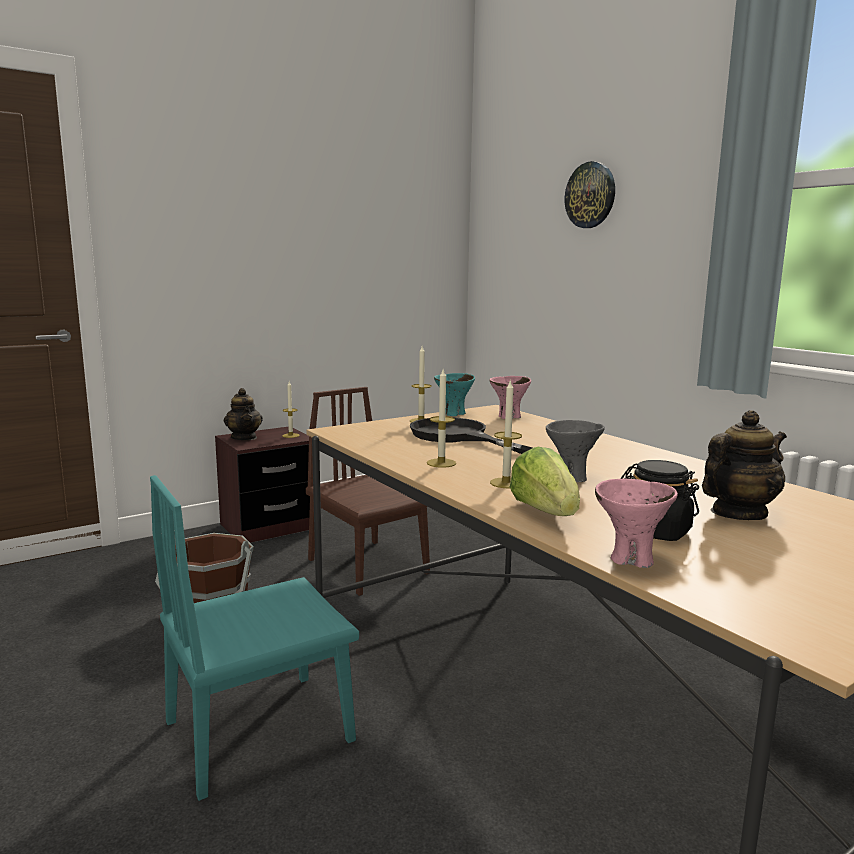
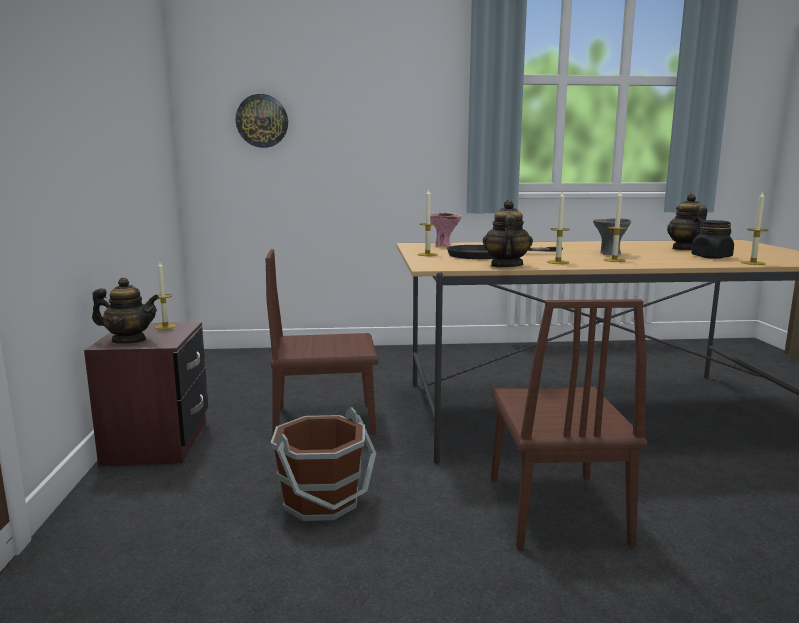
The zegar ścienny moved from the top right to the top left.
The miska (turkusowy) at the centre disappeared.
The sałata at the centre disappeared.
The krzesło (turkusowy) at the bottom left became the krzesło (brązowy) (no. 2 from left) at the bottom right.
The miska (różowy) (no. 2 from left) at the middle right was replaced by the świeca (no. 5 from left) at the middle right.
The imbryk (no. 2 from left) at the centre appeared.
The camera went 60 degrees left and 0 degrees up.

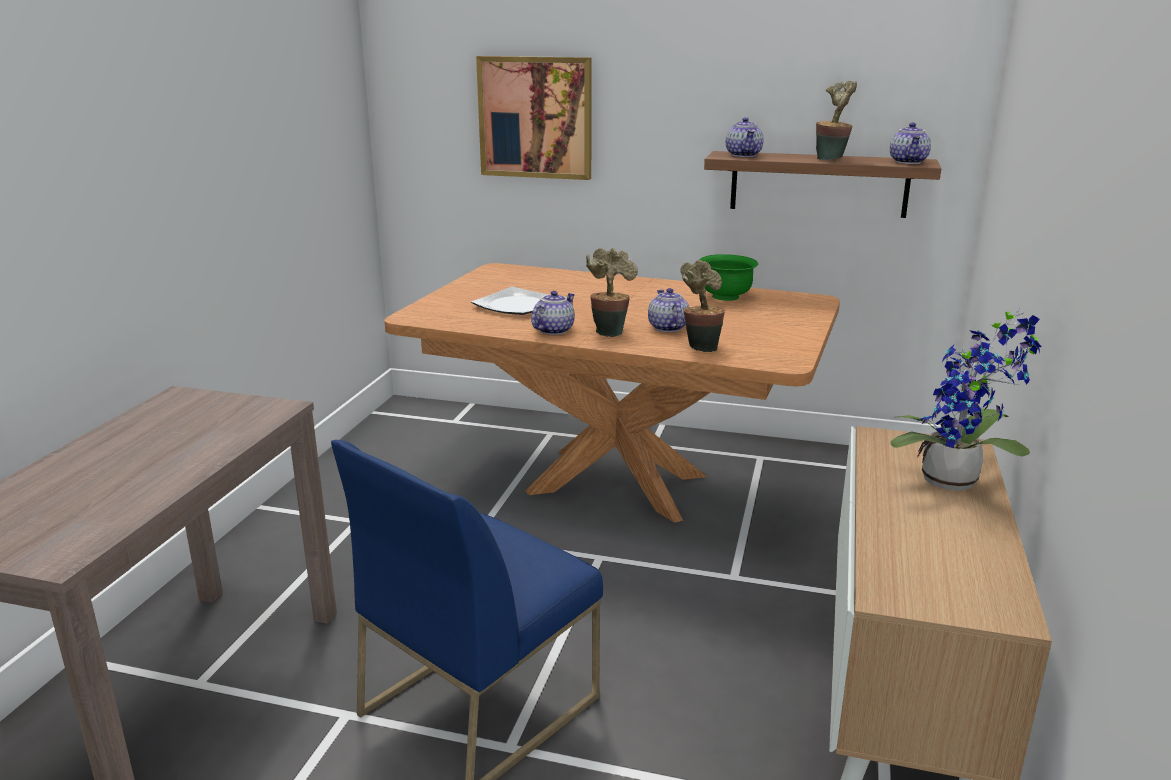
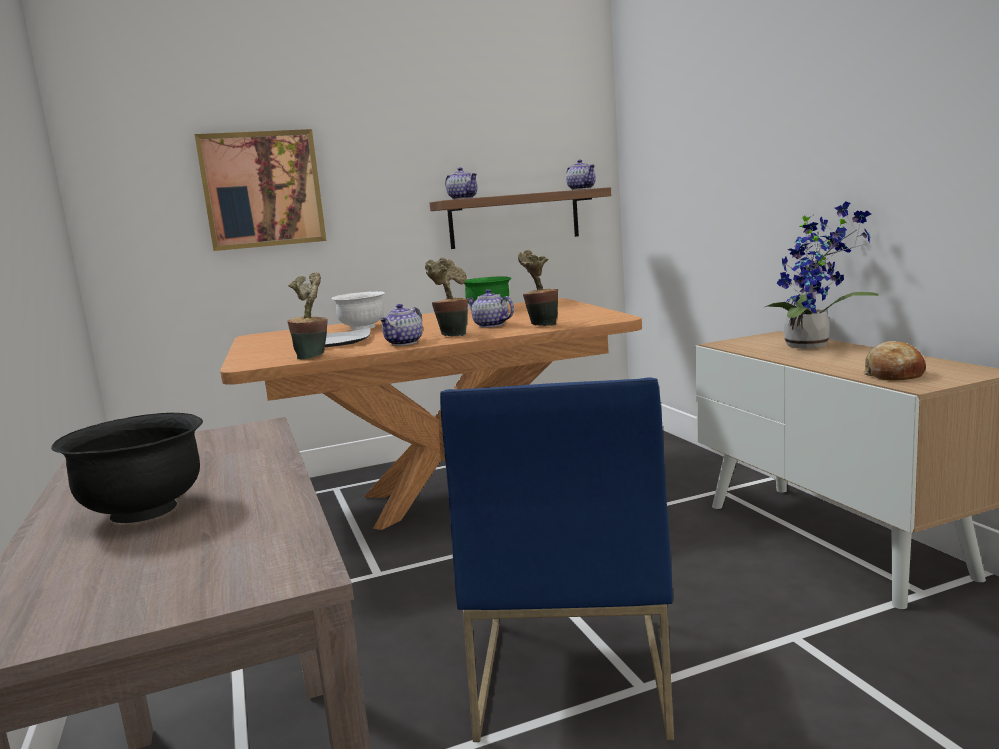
The roślina doniczkowa (no. 3 from left in the first image) moved from the top right to the middle left.
The imbryk (no. 1 from left) at the centre turned 150 degrees counterclockwise.
The miska (biały) at the centre appeared.
The chleb at the middle right appeared.
The miska (czarny) at the middle left appeared.
The camera went 35 degrees left and 10 degrees down.

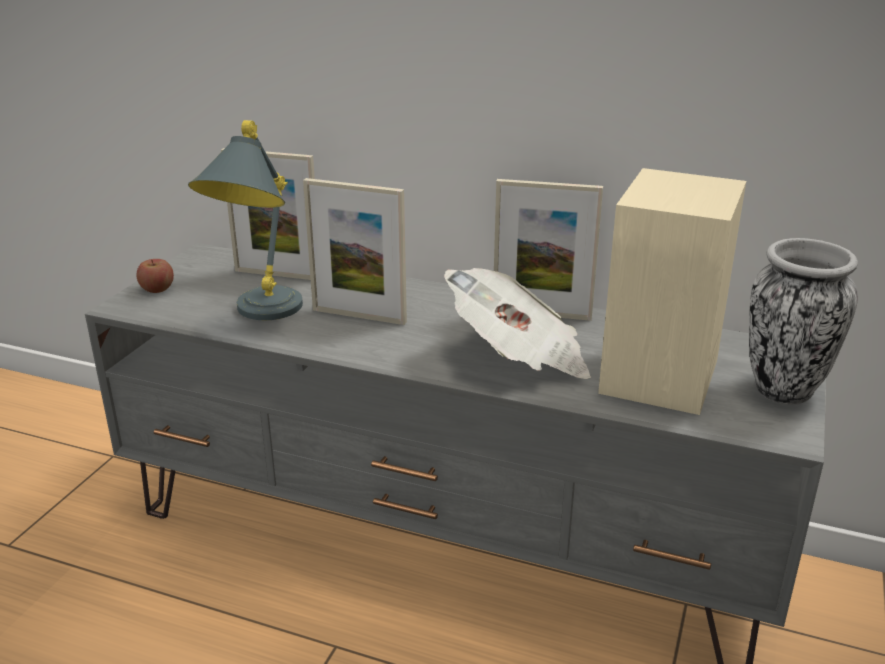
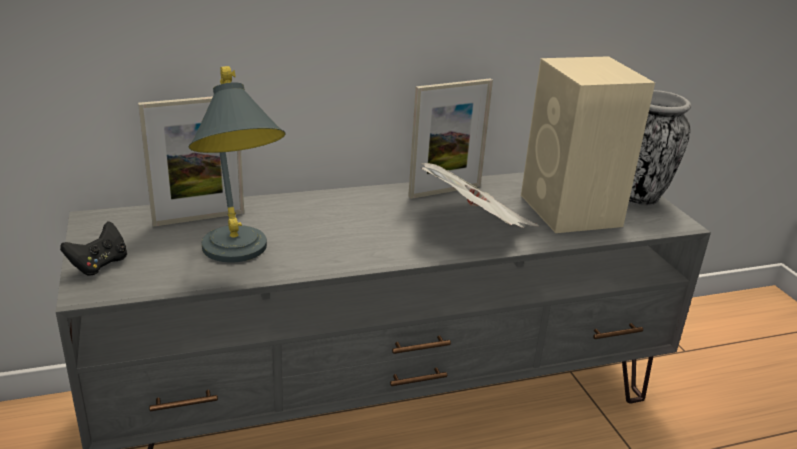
The ramka na zdjęcie (no. 2 from left) at the centre disappeared.
The jabłko at the middle left was replaced by the pad do gier (czarny) at the middle left.
The camera went 40 degrees left and 0 degrees up.

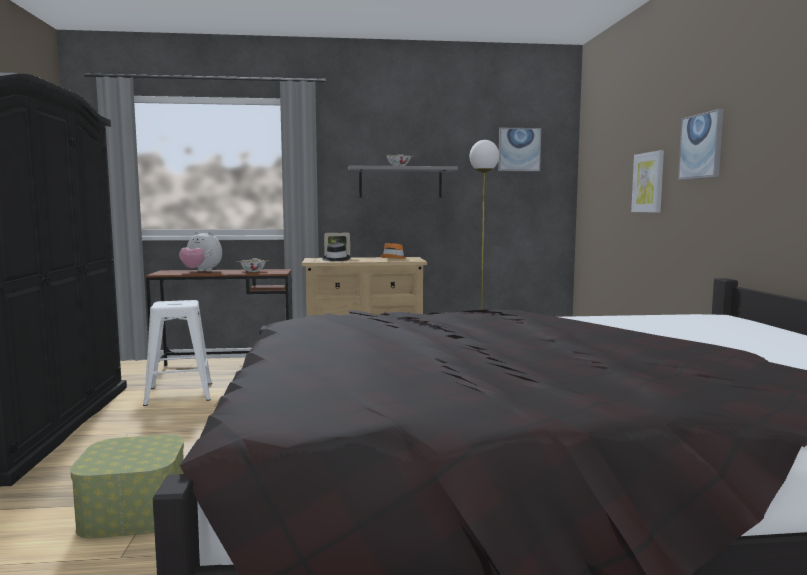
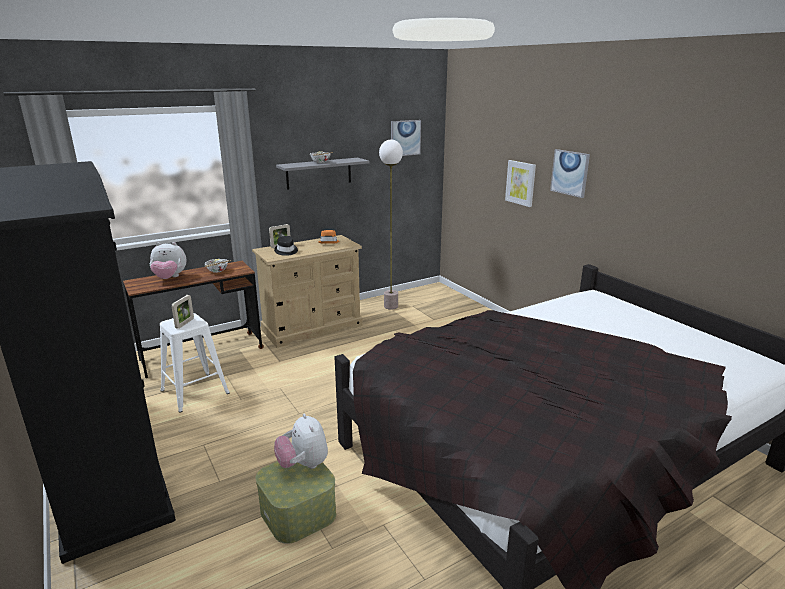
The ramka na zdjęcie (no. 1 from left) at the middle left appeared.
The pluszak (no. 2 from left) at the bottom centre appeared.
The camera went 25 degrees left and 15 degrees up.

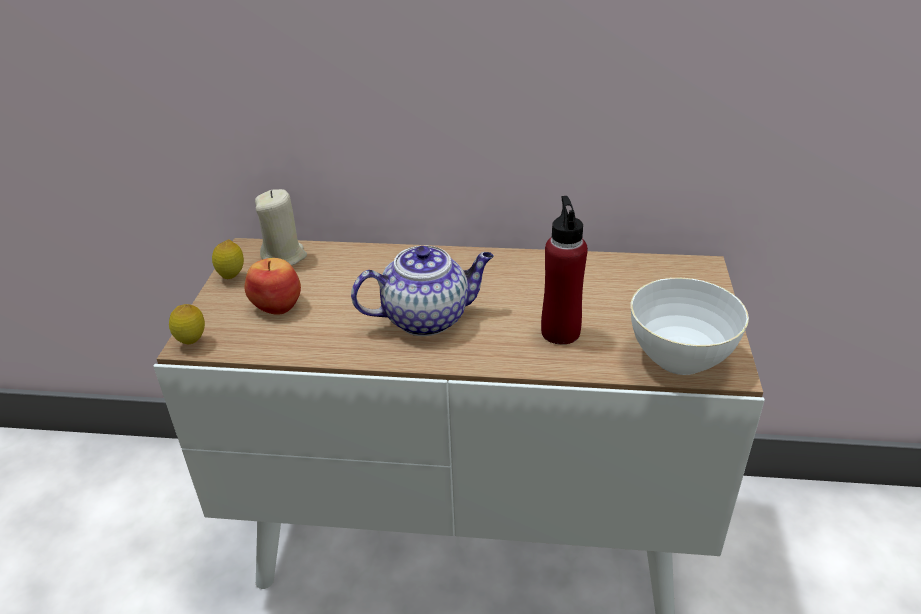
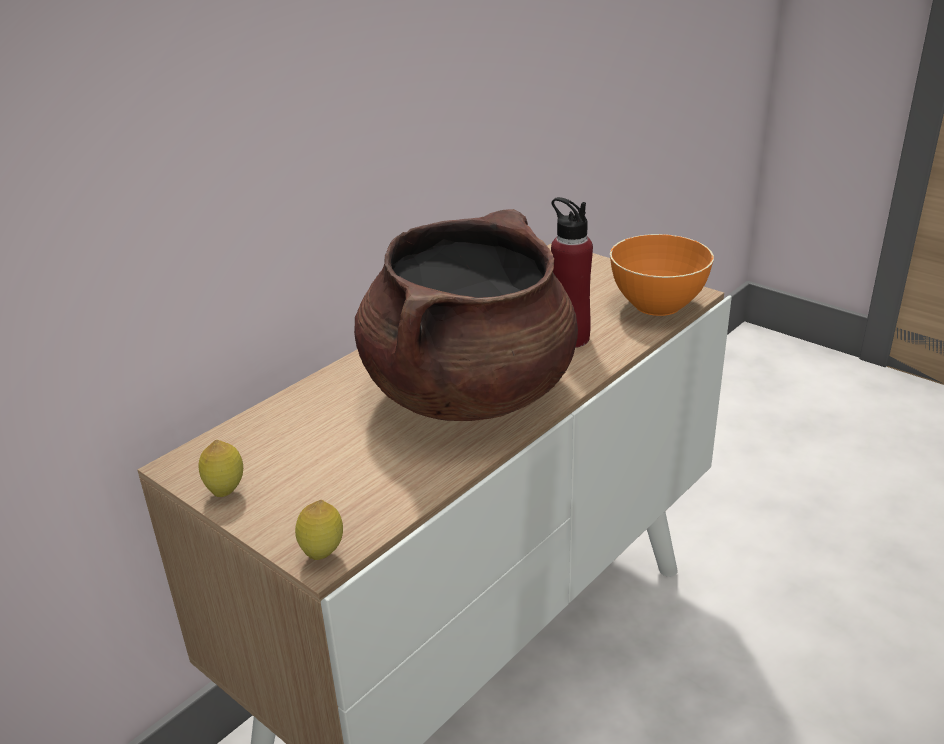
The świeca (beżowy) at the middle left disappeared.
The imbryk at the centre was replaced by the garnek (brązowy) at the centre.
The jabłko at the middle left disappeared.
The miska (biały) at the middle right became the miska (pomarańczowy) at the middle right.
The camera went 55 degrees left and 5 degrees down.

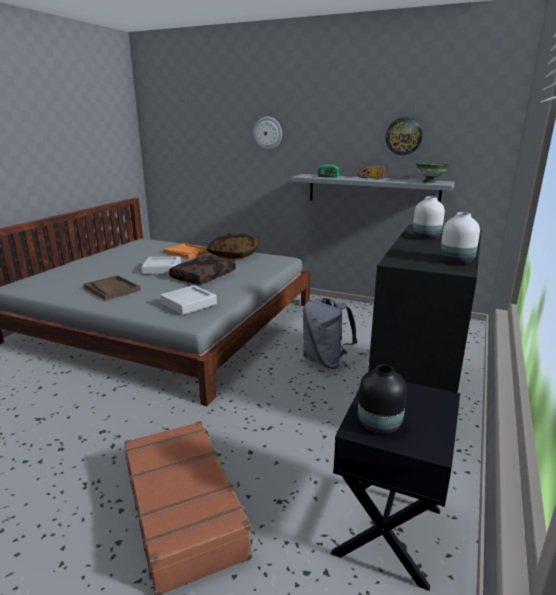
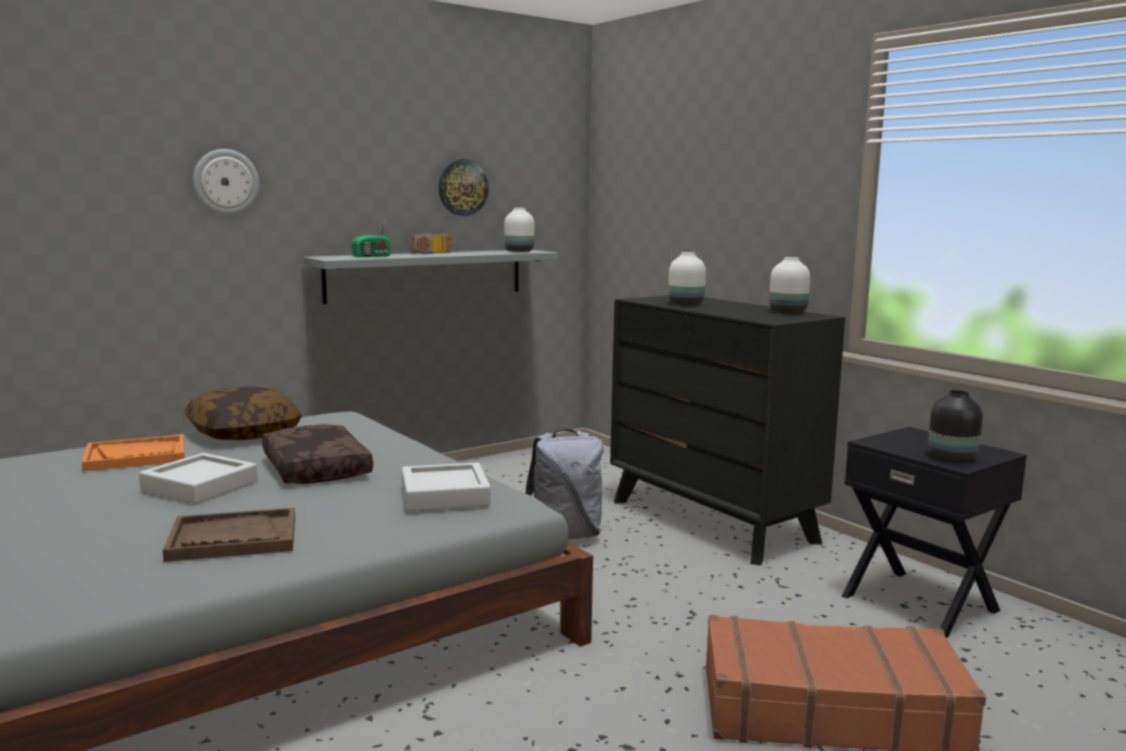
The miska (zielony) at the top right was replaced by the wazon (biały) (no. 1 from left) at the top centre.
The camera went 60 degrees left and 10 degrees down.

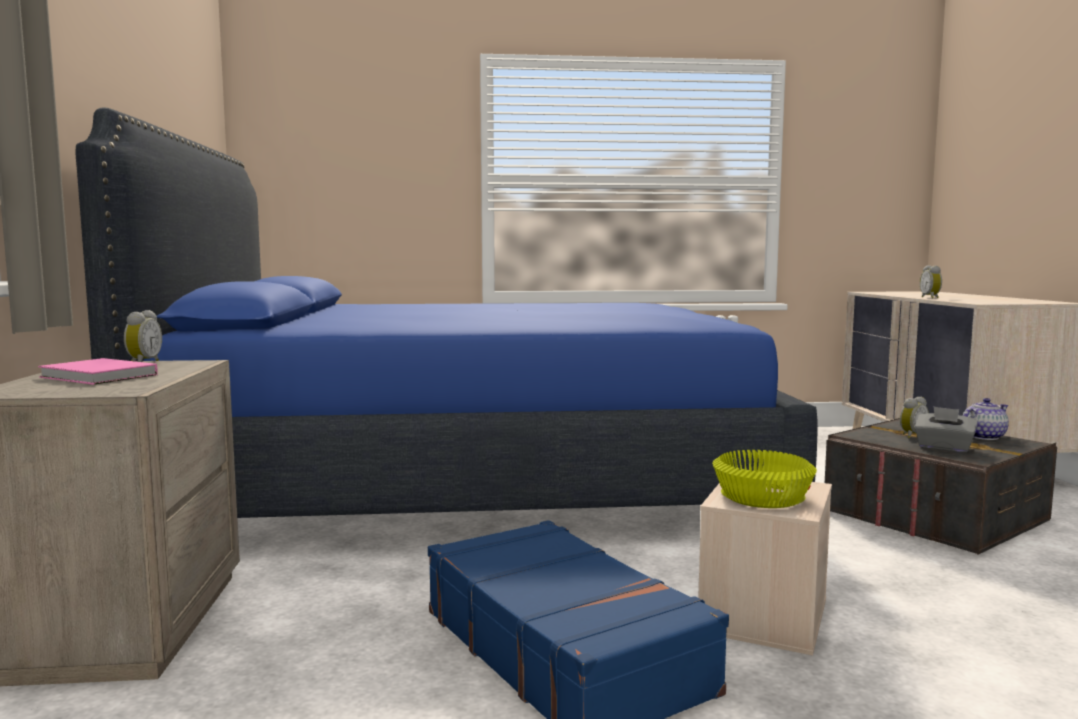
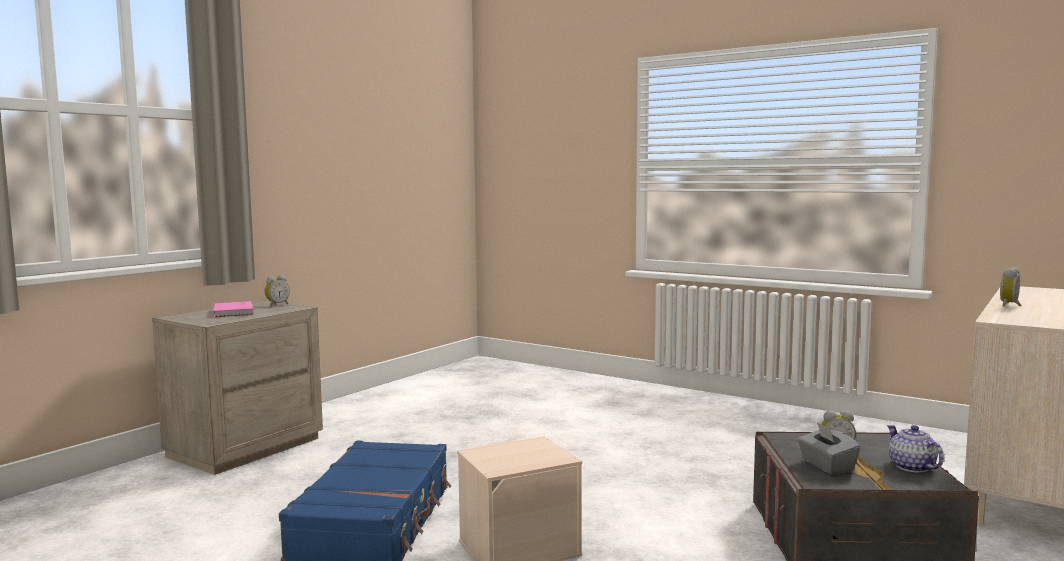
The łóżko (niebieski) at the centre disappeared.
The imbryk at the middle right turned 120 degrees counterclockwise.
The miska (żółty) at the middle right disappeared.
The camera went 40 degrees right and 0 degrees up.

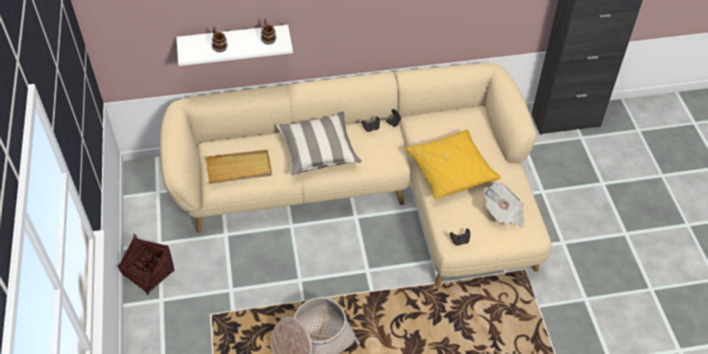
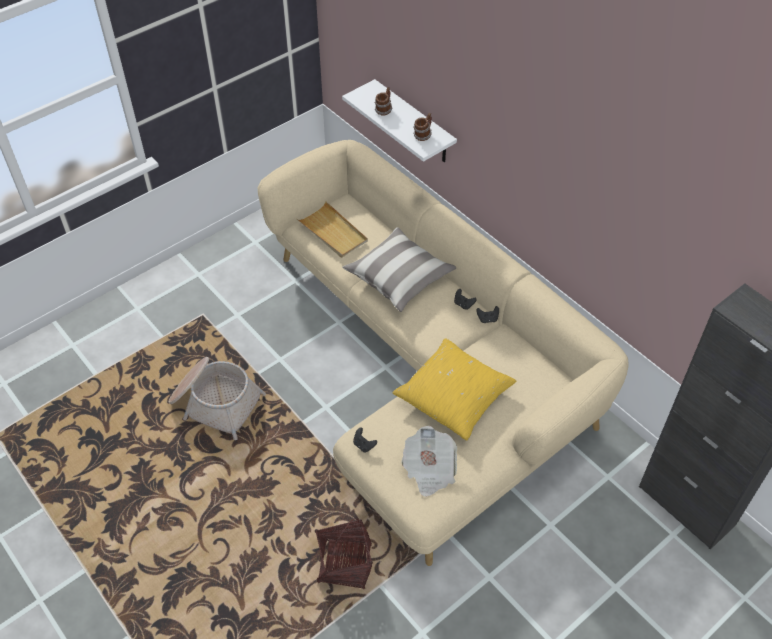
The koszyk (no. 1 from left in the first image) moved from the bottom left to the bottom centre.
The camera went 60 degrees right and 0 degrees up.

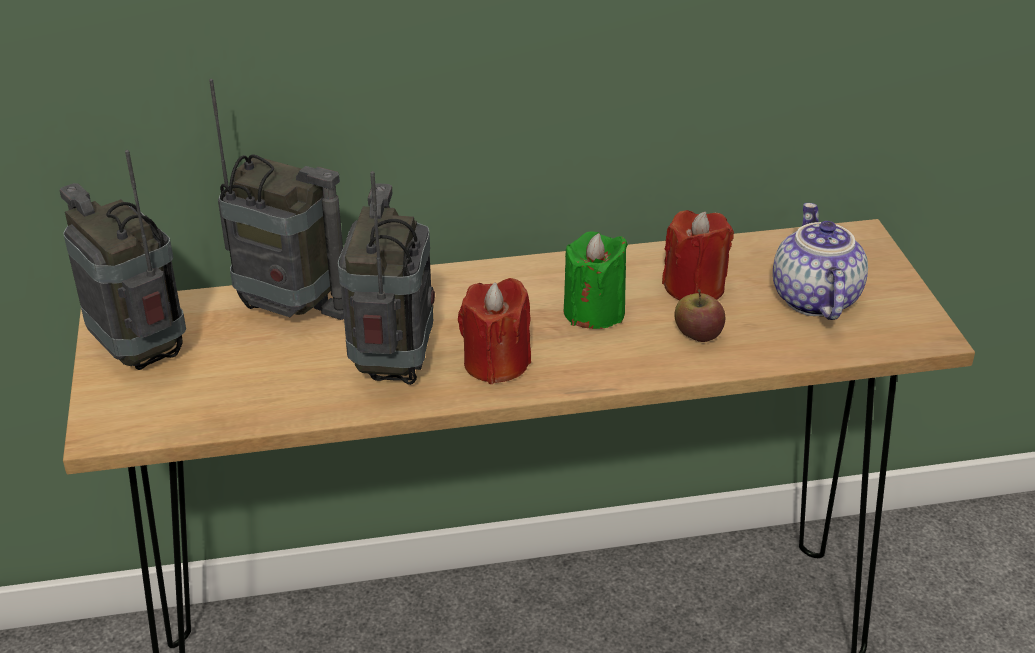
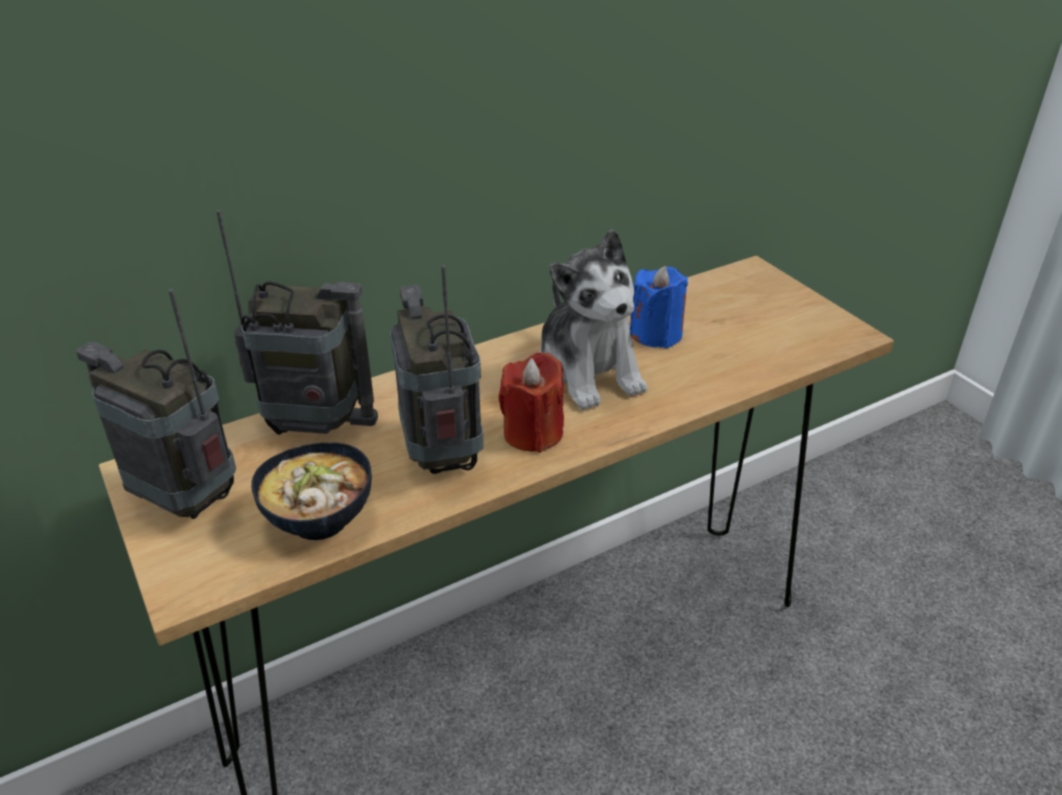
The imbryk at the middle right disappeared.
The świeca (czerwony) (no. 2 from left) at the middle right became the świeca (niebieski) at the centre.
The świeca (zielony) at the centre was replaced by the pluszak at the centre.
The jabłko at the middle right disappeared.
The miska at the middle left appeared.
The camera went 20 degrees left and 0 degrees up.

